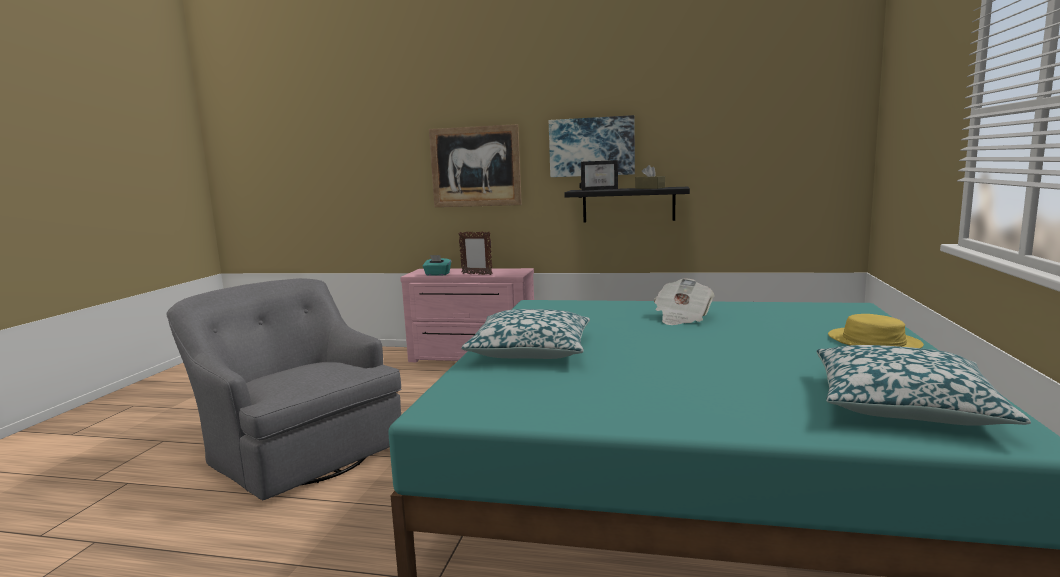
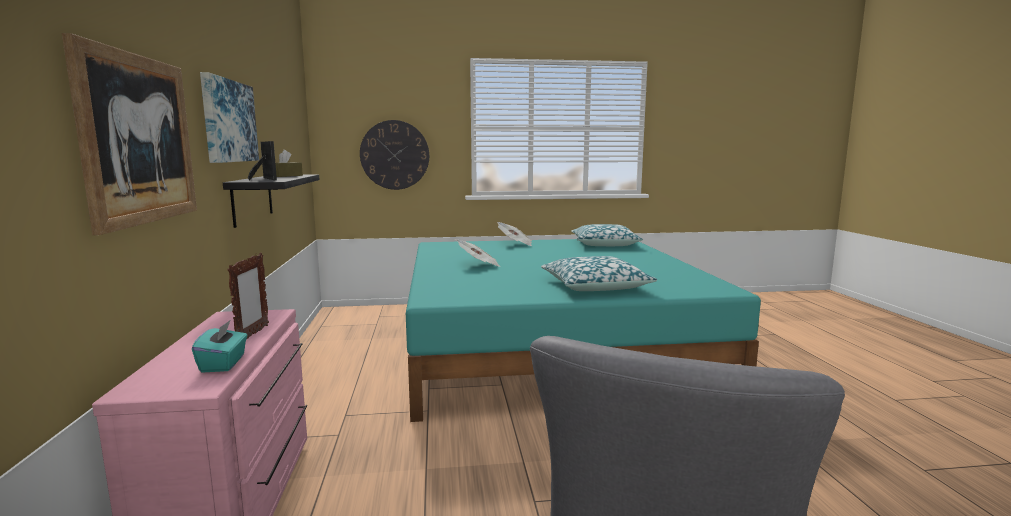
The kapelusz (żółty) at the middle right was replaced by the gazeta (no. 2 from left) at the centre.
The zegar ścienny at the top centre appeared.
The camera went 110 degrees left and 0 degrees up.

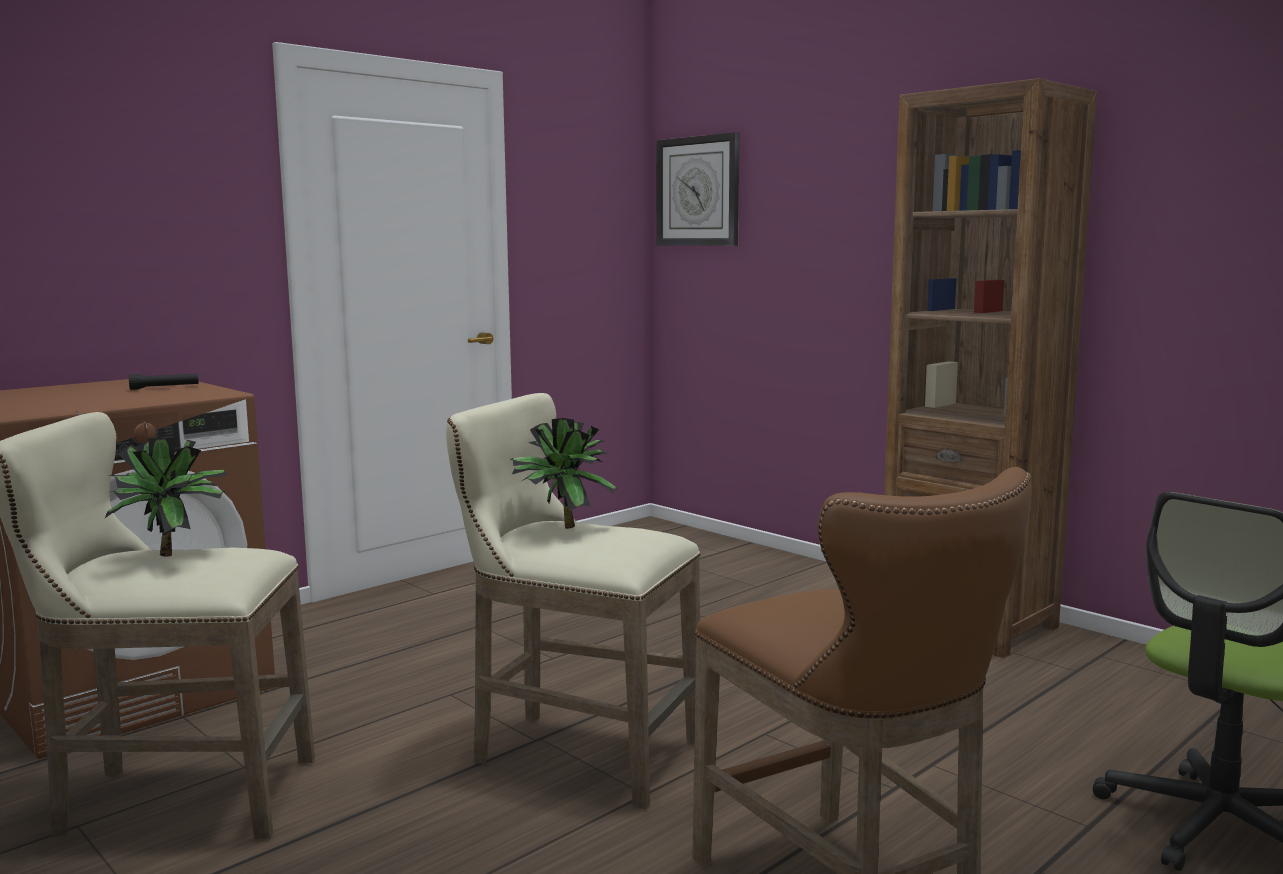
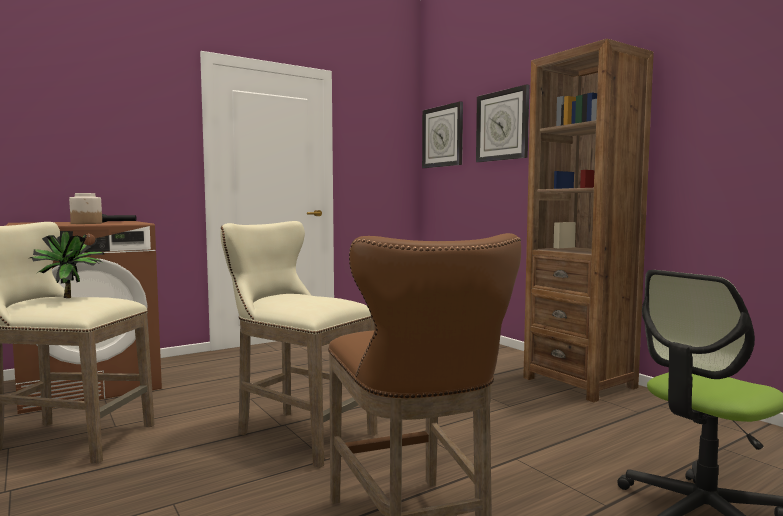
The roślina doniczkowa (no. 2 from left) at the centre disappeared.
The zegar ścienny (no. 2 from left) at the top centre appeared.
The słoik at the middle left appeared.
The camera went 10 degrees right and 5 degrees down.

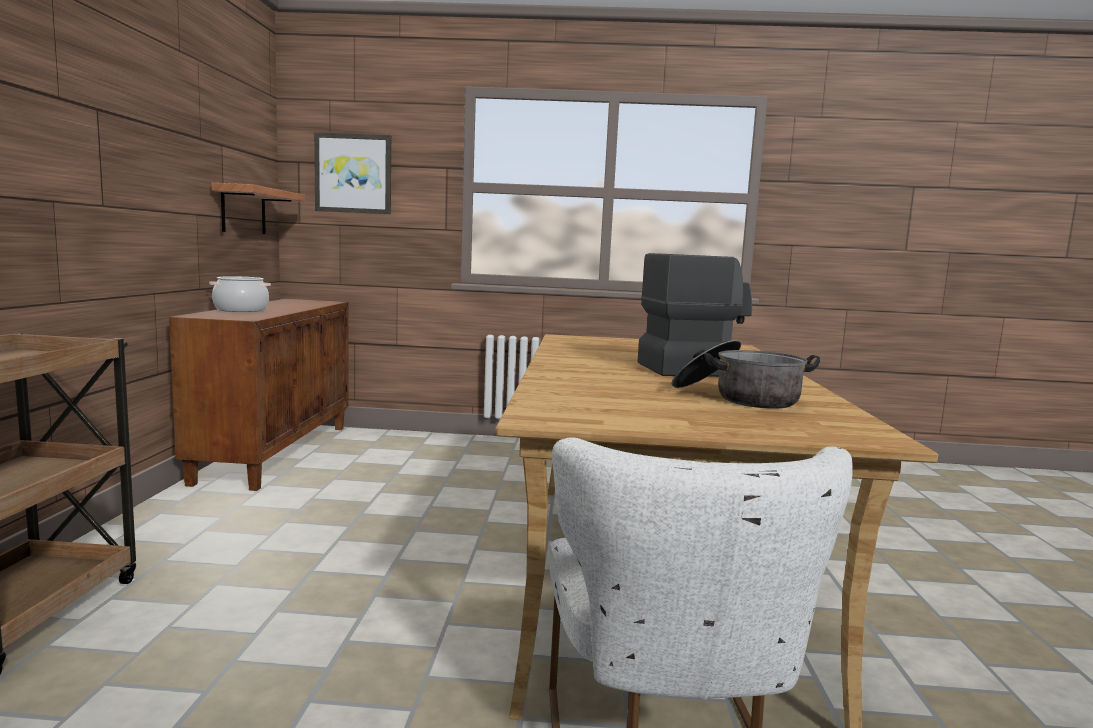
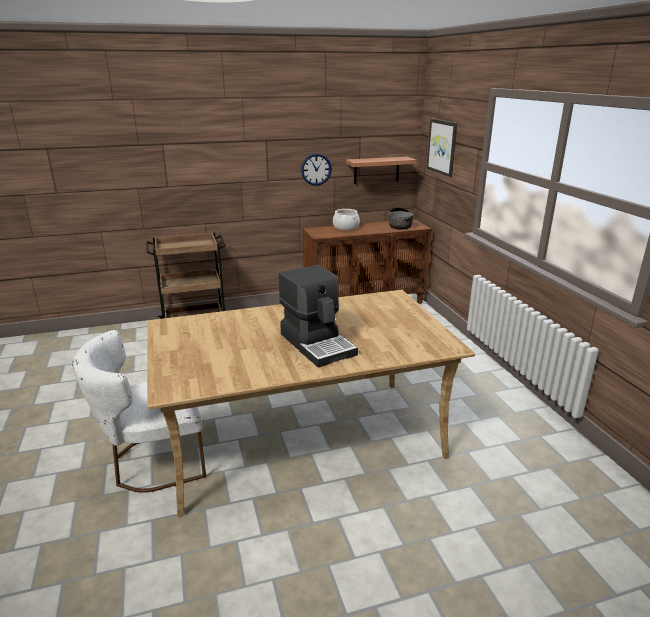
The garnek (no. 2 from left) moved from the middle right to the centre.
The zegar ścienny at the top centre appeared.
The camera went 70 degrees right and 15 degrees up.

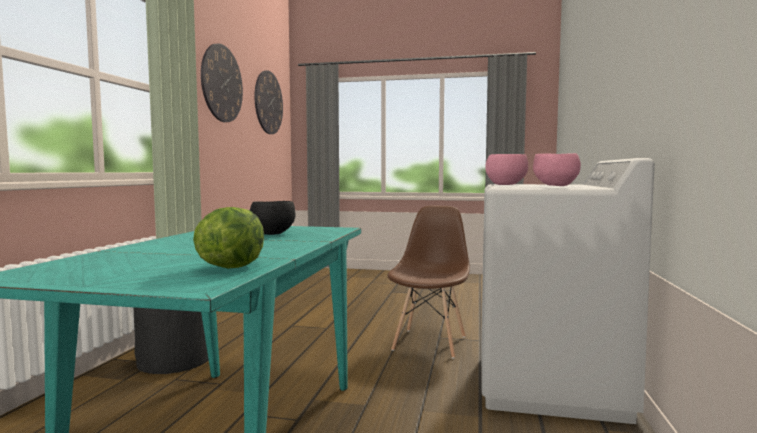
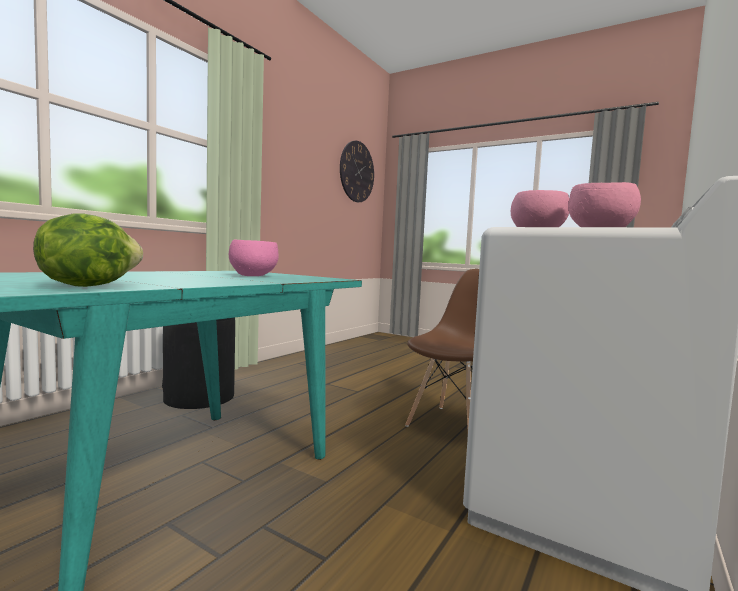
The zegar ścienny (no. 1 from left) at the top left disappeared.
The miska (czarny) at the centre became the miska (różowy) (no. 1 from left) at the centre.
The camera went 20 degrees right and 0 degrees up.

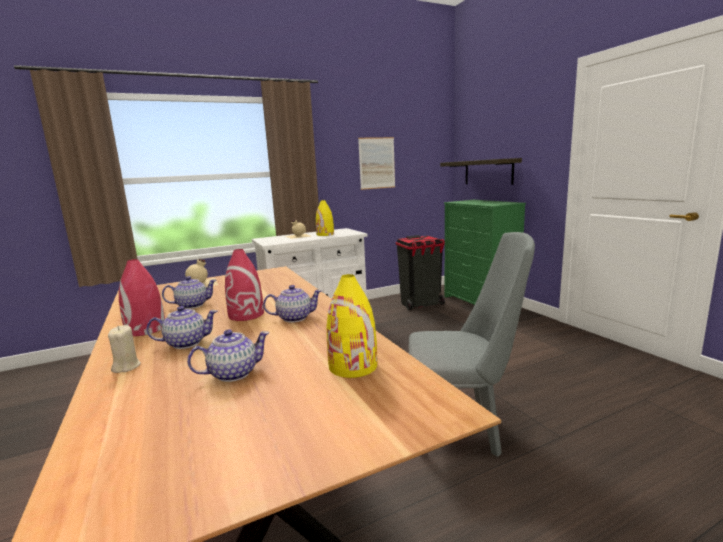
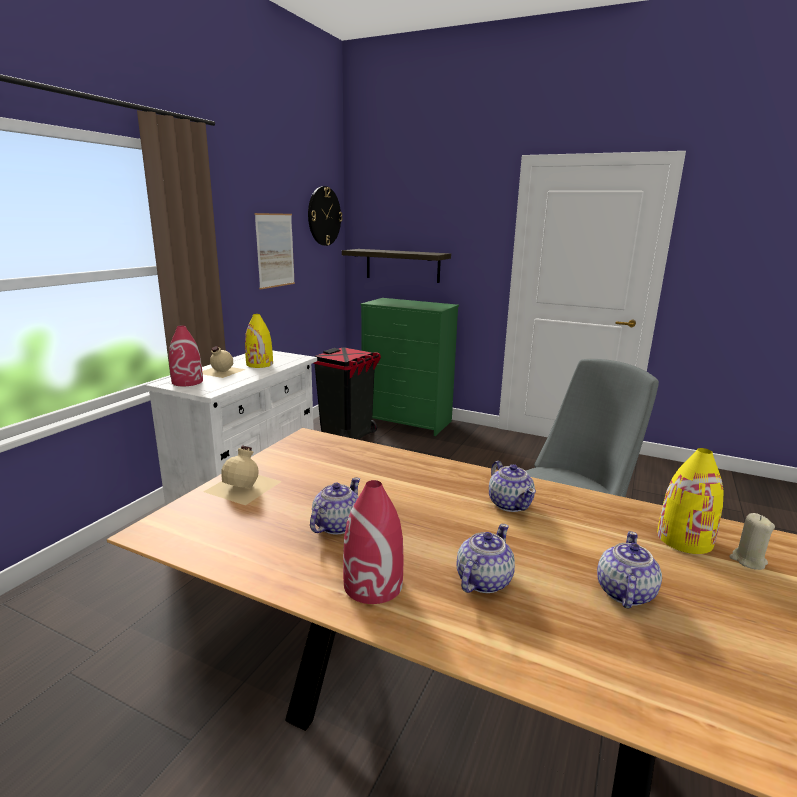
The wazon (czerwony) (no. 2 from left in the first image) moved from the centre to the middle left.
The imbryk (no. 4 from left in the first image) at the centre turned 120 degrees clockwise.
The świeca (beżowy) moved from the middle left to the bottom right.
The zegar ścienny at the top centre appeared.
The camera went 40 degrees left and 5 degrees up.

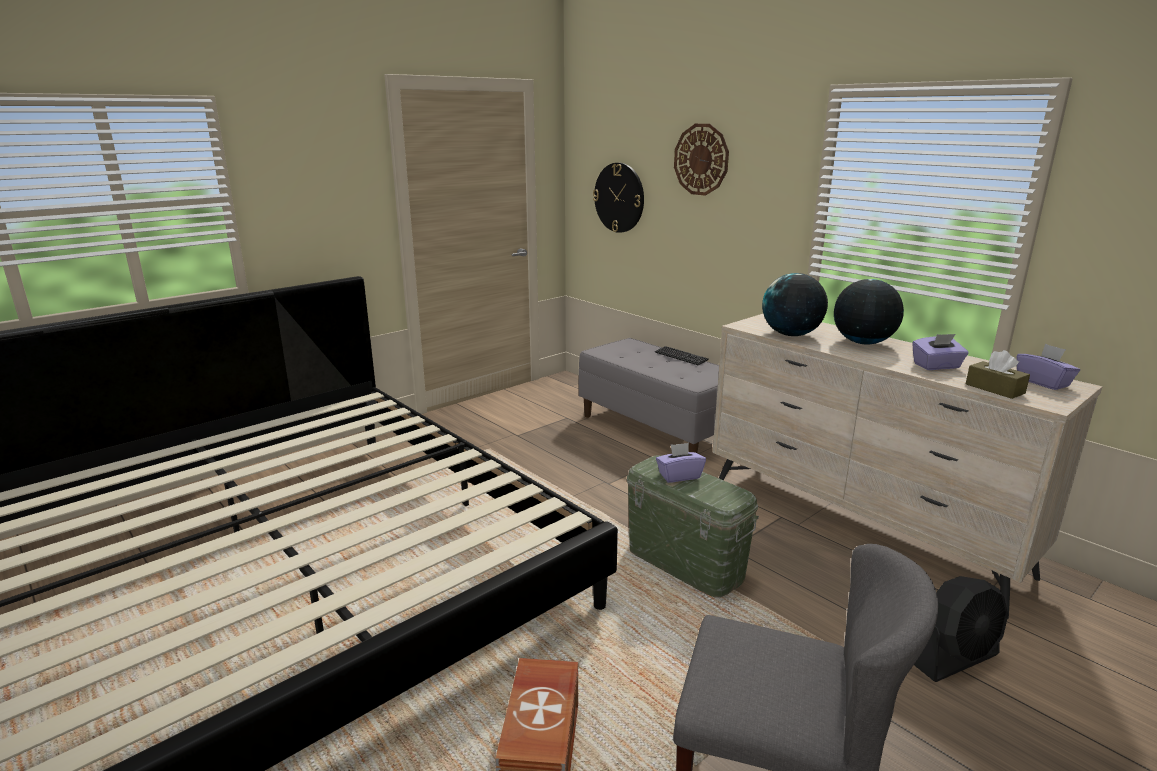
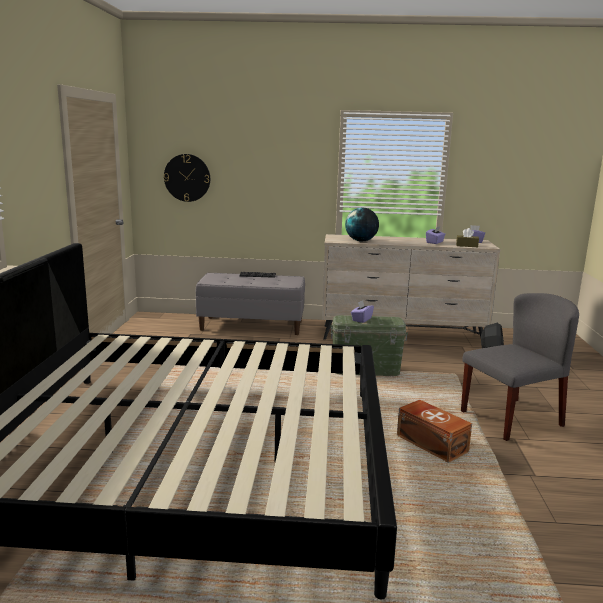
The zegar ścienny (no. 2 from left) at the top centre disappeared.
The globus (no. 2 from left) at the middle right disappeared.
The camera went 45 degrees left and 5 degrees down.

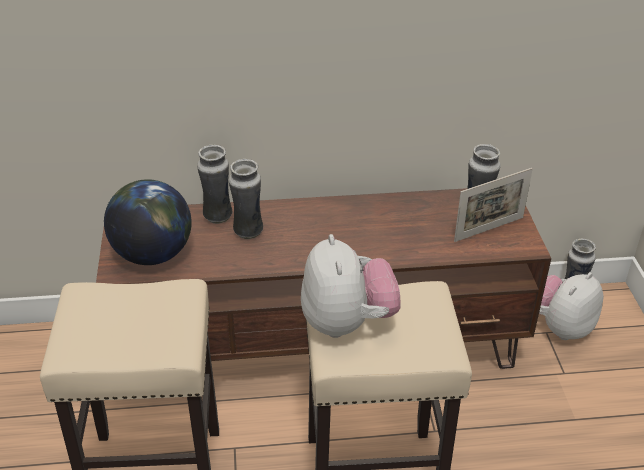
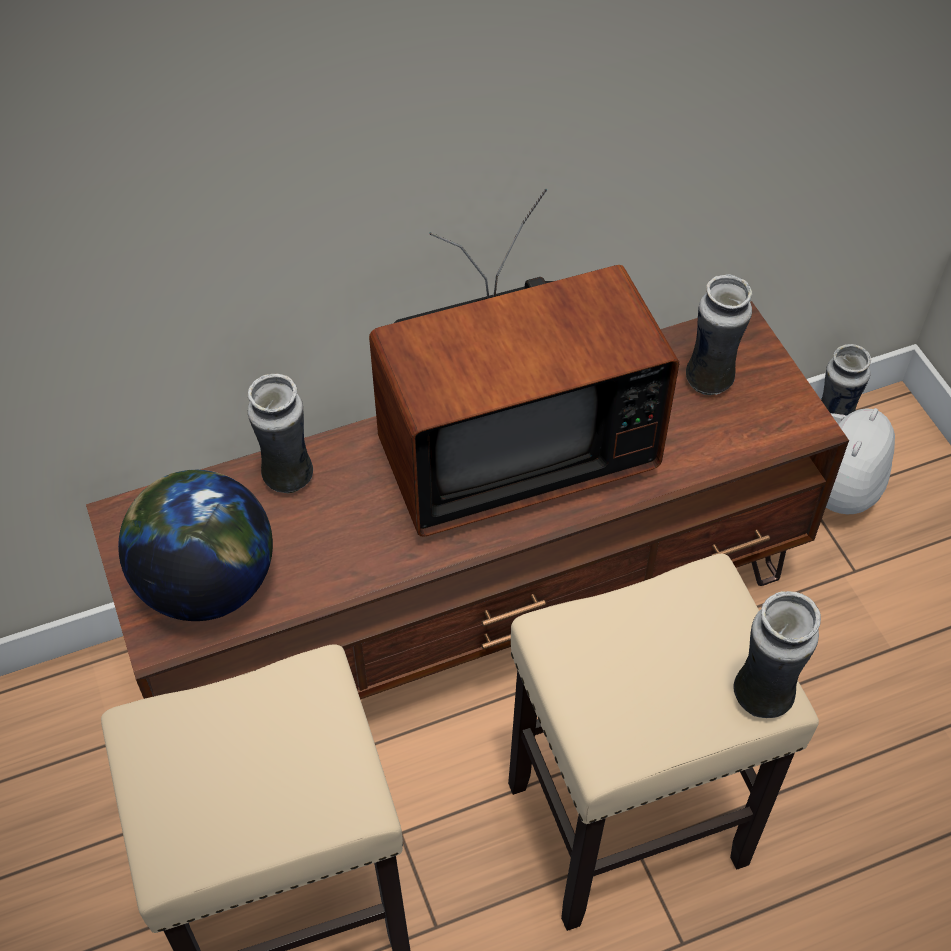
The wazon (no. 2 from left in the first image) moved from the centre to the bottom right.
The ramka na zdjęcie at the middle right disappeared.
The pluszak (no. 1 from left) at the centre disappeared.
The telewizor at the centre appeared.
The camera went 15 degrees left and 15 degrees up.

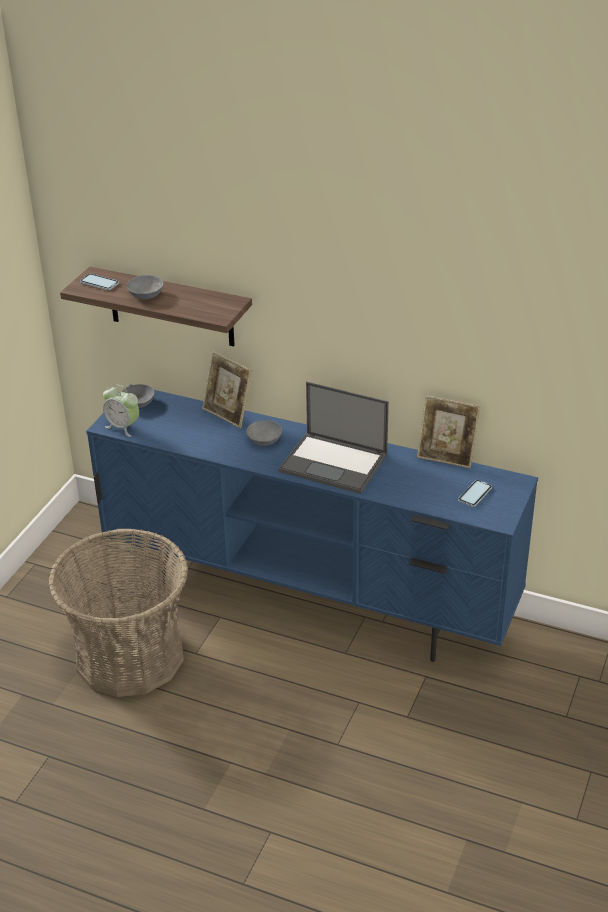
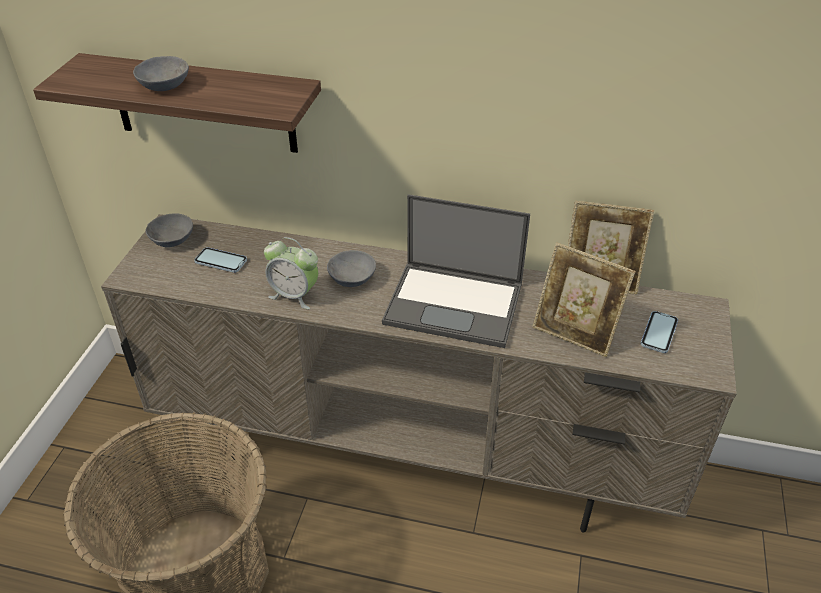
The telefon (no. 1 from left) moved from the top left to the middle left.
The ramka na zdjęcie (no. 1 from left) moved from the centre to the middle right.
The szafka pod telewizor (niebieski) at the centre became the szafka pod telewizor (beżowy) at the centre.
The budzik moved from the middle left to the centre.
The camera went 10 degrees left and 5 degrees up.

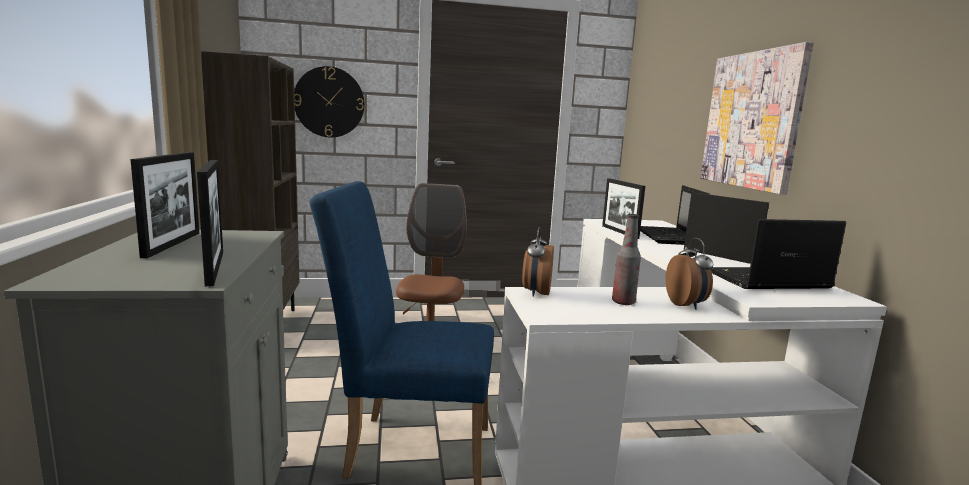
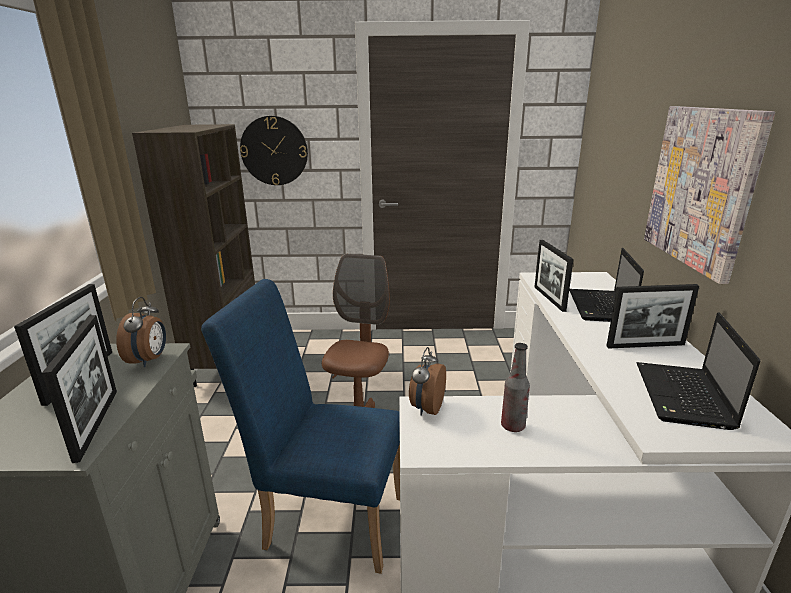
The ramka na zdjęcie (no. 4 from left) at the middle right turned 120 degrees clockwise.
The laptop (no. 2 from left) at the middle right turned 75 degrees counterclockwise.
The budzik (no. 2 from left in the first image) moved from the middle right to the middle left.
The camera went 10 degrees right and 10 degrees up.

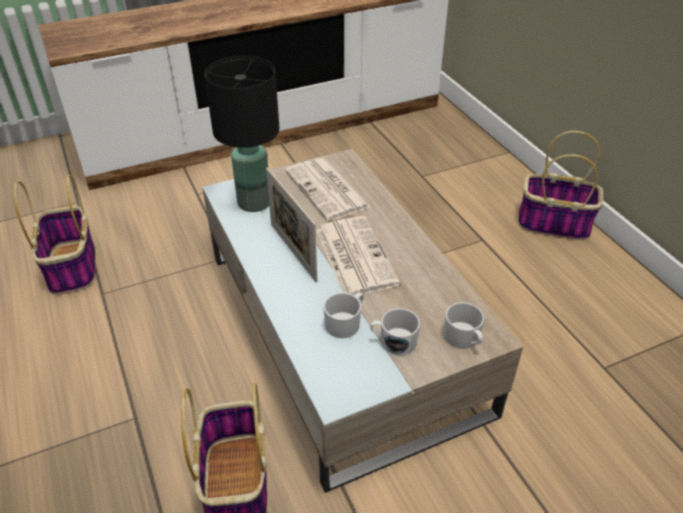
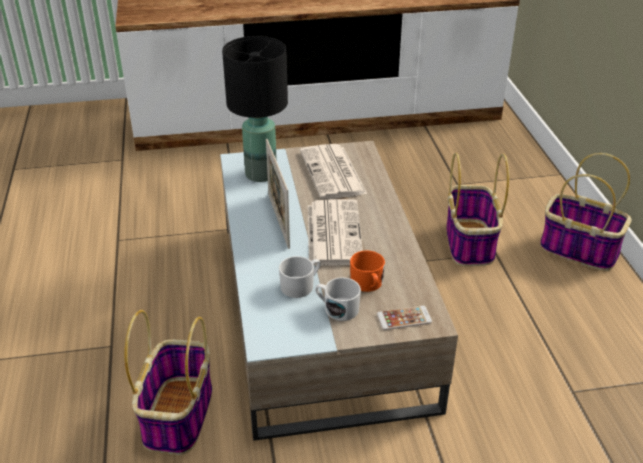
The koszyk (no. 1 from left in the first image) moved from the middle left to the middle right.
The kubek (biały) (no. 3 from left) at the middle right was replaced by the telefon at the bottom centre.
The kubek (pomarańczowy) at the centre appeared.
The camera went 15 degrees right and 5 degrees down.

